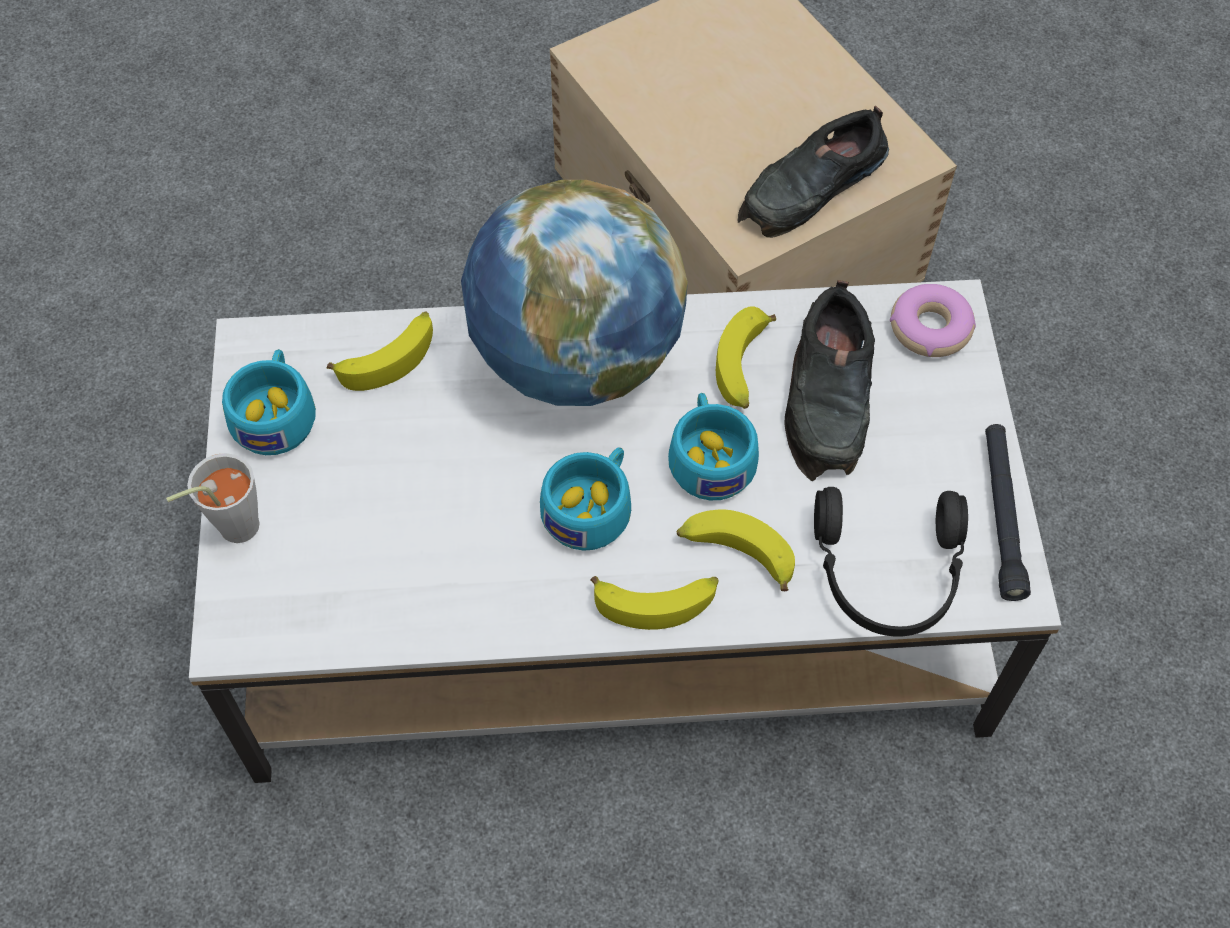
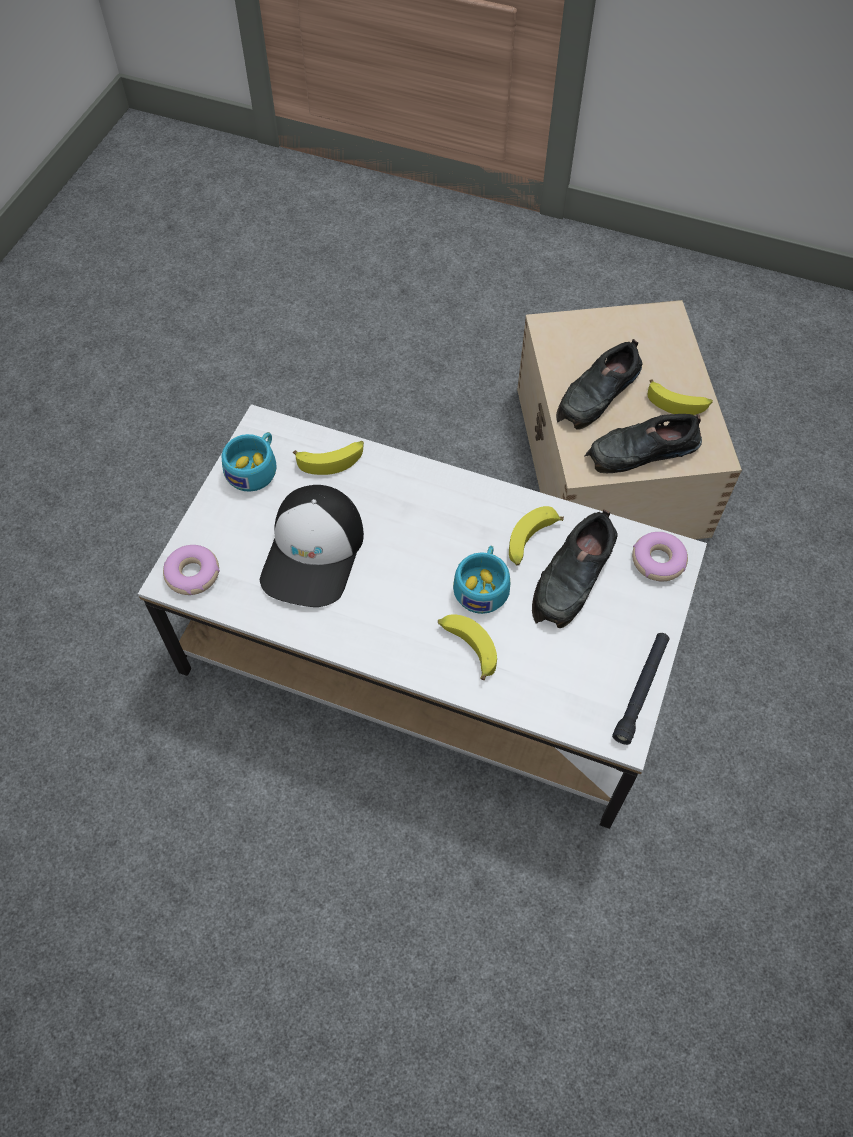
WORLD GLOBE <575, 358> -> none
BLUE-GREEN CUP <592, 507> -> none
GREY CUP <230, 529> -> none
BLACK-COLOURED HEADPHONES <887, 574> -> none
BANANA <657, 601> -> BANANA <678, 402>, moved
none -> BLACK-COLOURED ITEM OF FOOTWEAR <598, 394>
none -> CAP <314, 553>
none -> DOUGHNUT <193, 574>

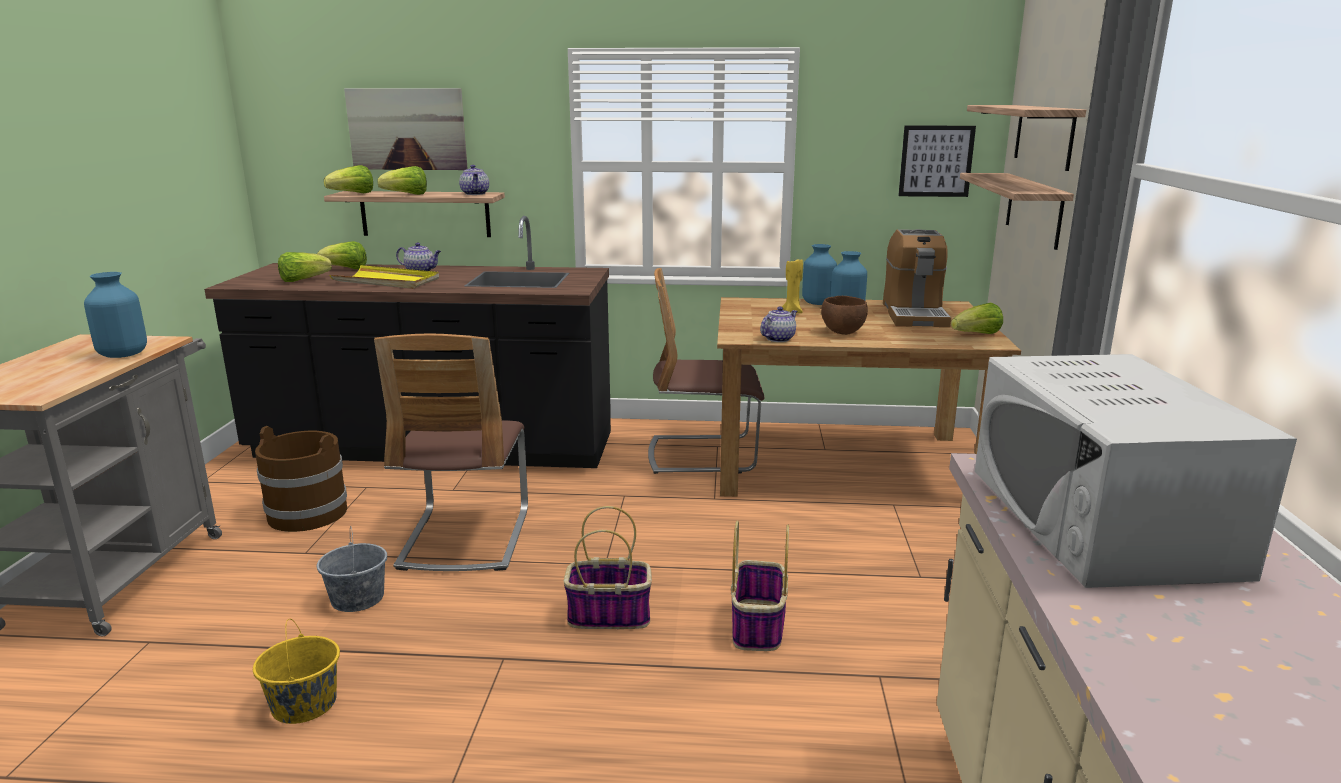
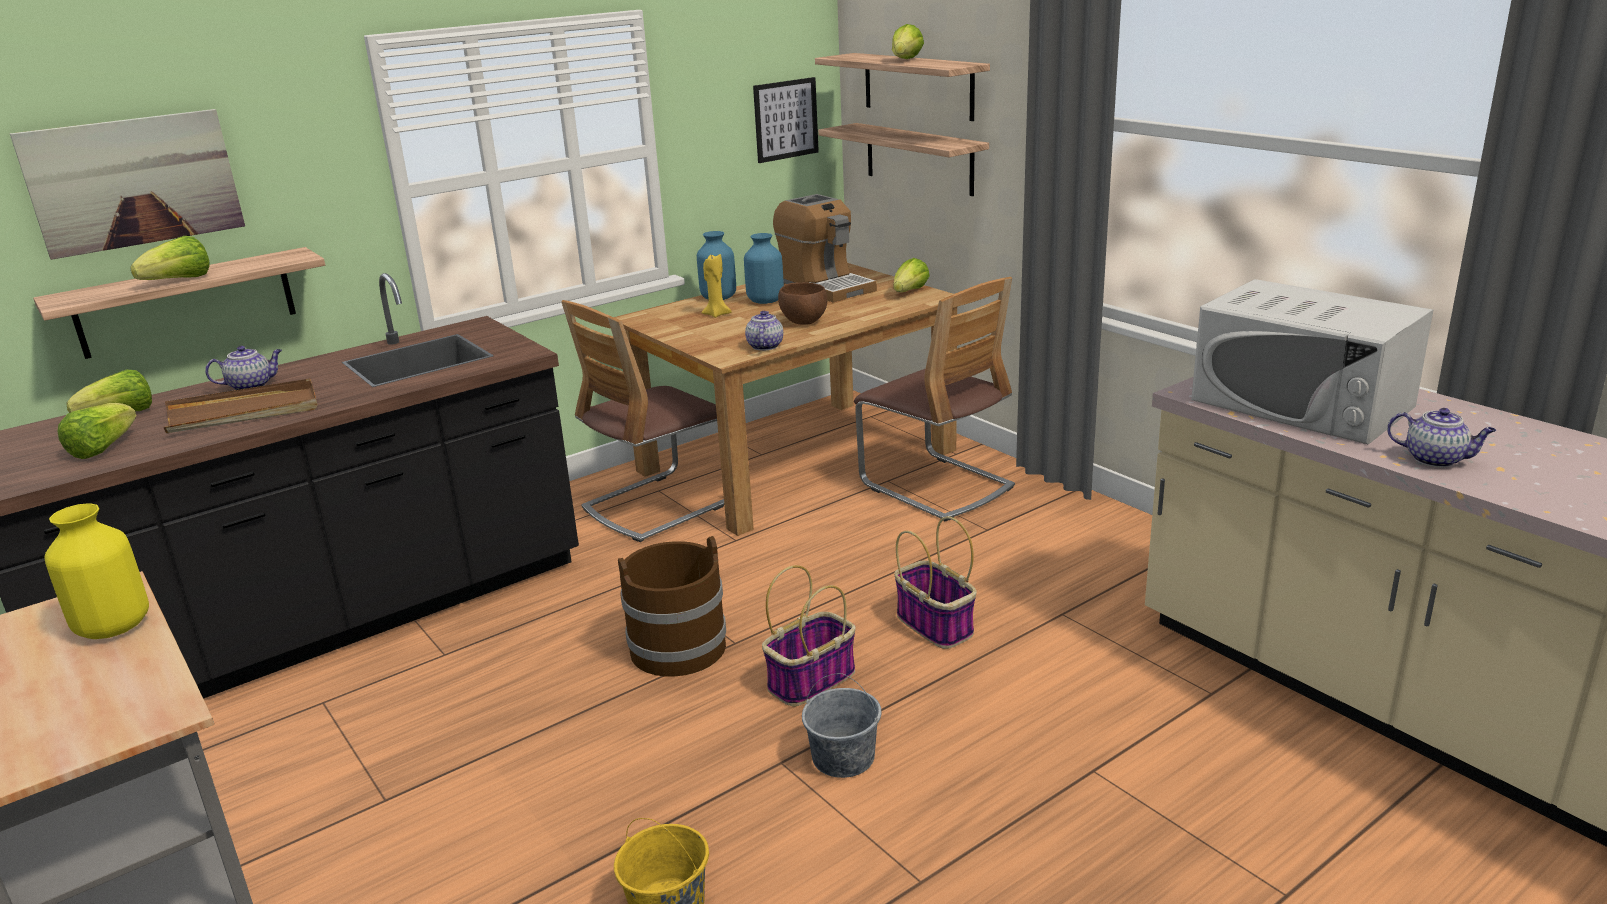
LETTUCE <353, 194> -> LETTUCE <905, 60>, moved
TEAPOT <475, 194> -> TEAPOT <1436, 459>, moved
YELLOW-COLOURED TRAY <387, 281> -> BROWN TRAY <243, 412>
BLUE-COLOURED VASE <122, 354> -> YELLOW-COLOURED VASE <114, 627>
UPRIGHT CHAIR <465, 538> -> UPRIGHT CHAIR <936, 486>, moved
BROWN WATER BUCKET <308, 513> -> BROWN WATER BUCKET <678, 647>, moved
GREY WATER BUCKET <357, 598> -> GREY WATER BUCKET <842, 757>, moved

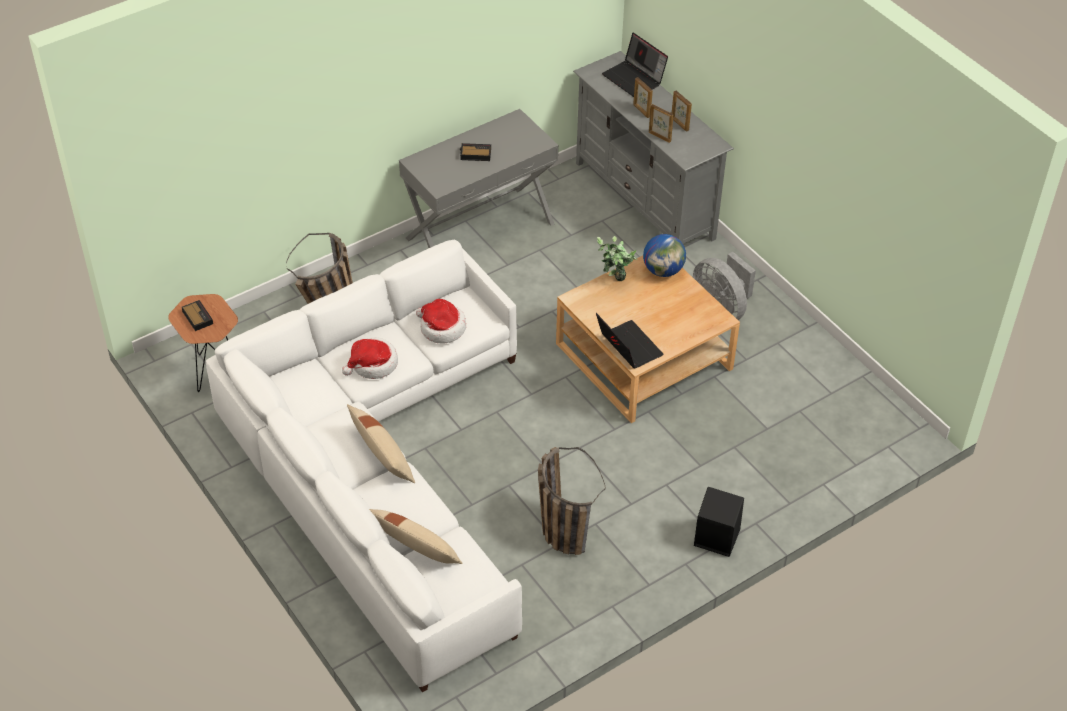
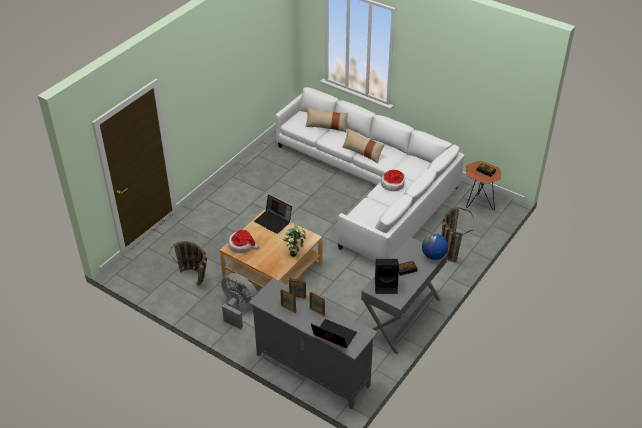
WORLD GLOBE <663, 270> -> WORLD GLOBE <433, 256>, moved
CLOTHING HAT <441, 328> -> CLOTHING HAT <242, 245>, moved
BASKET <559, 526> -> BASKET <196, 280>, moved
BLACK-COLOURED AUDIO SPEAKER <715, 537> -> BLACK-COLOURED AUDIO SPEAKER <386, 285>, moved

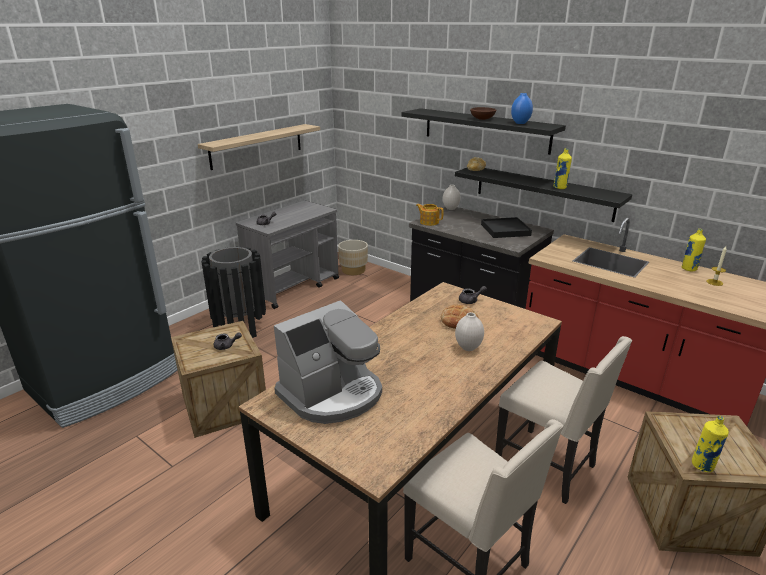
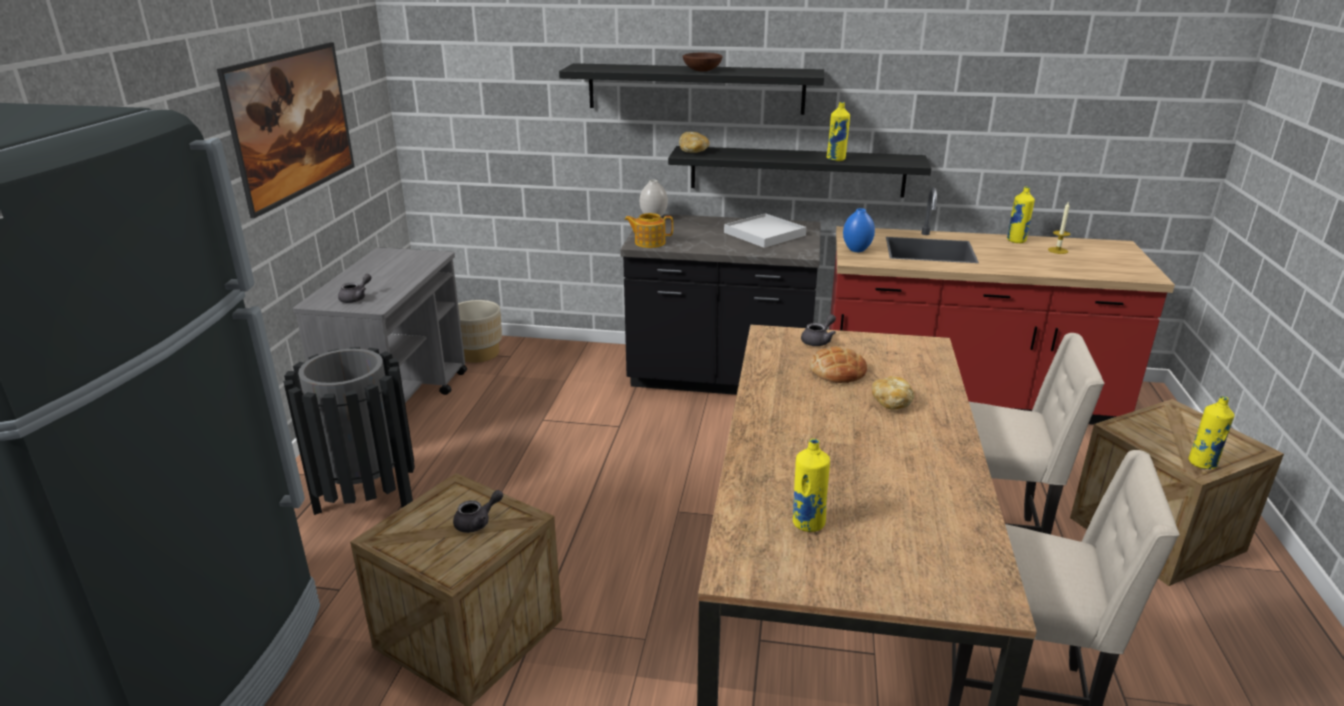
BLUE-COLOURED VASE <520, 123> -> BLUE-COLOURED VASE <856, 250>, moved
SHELF <257, 146> -> WALL ART <299, 157>
BLACK-COLOURED TRAY <505, 230> -> WHITE TRAY <764, 234>
COFFEE MAKER <332, 394> -> YELLOW-COLOURED BEVERAGE BOTTLE <808, 523>
WHITE VASE <468, 347> -> BREAD <891, 402>

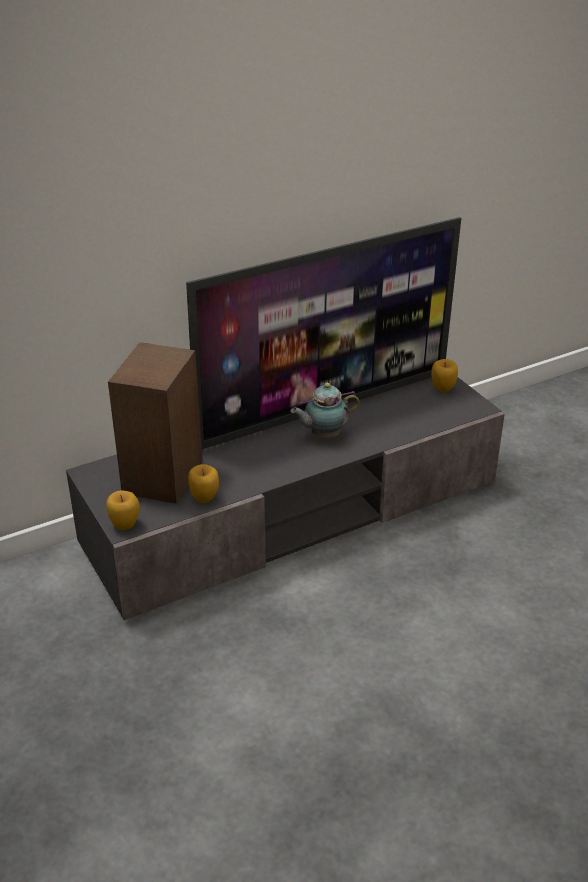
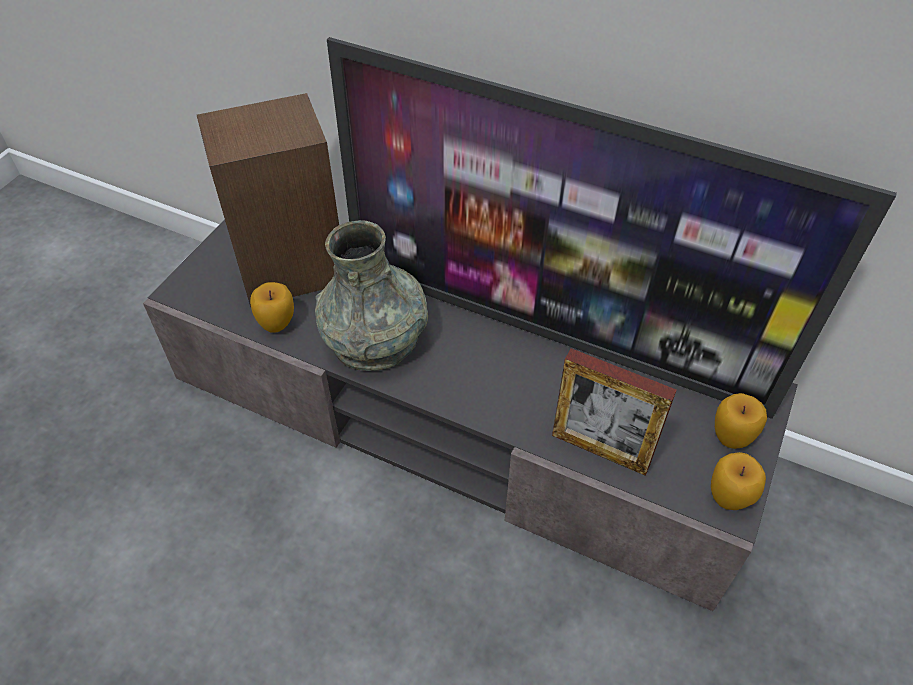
TEAPOT <323, 435> -> none
WHOLE APPLE <125, 524> -> WHOLE APPLE <728, 497>, moved
none -> GREY VASE <375, 338>
none -> STANDING FRAME <600, 450>

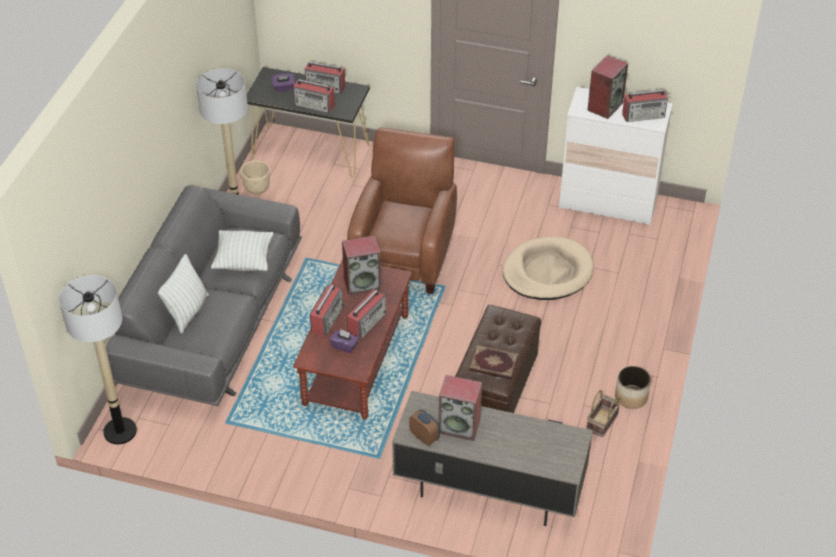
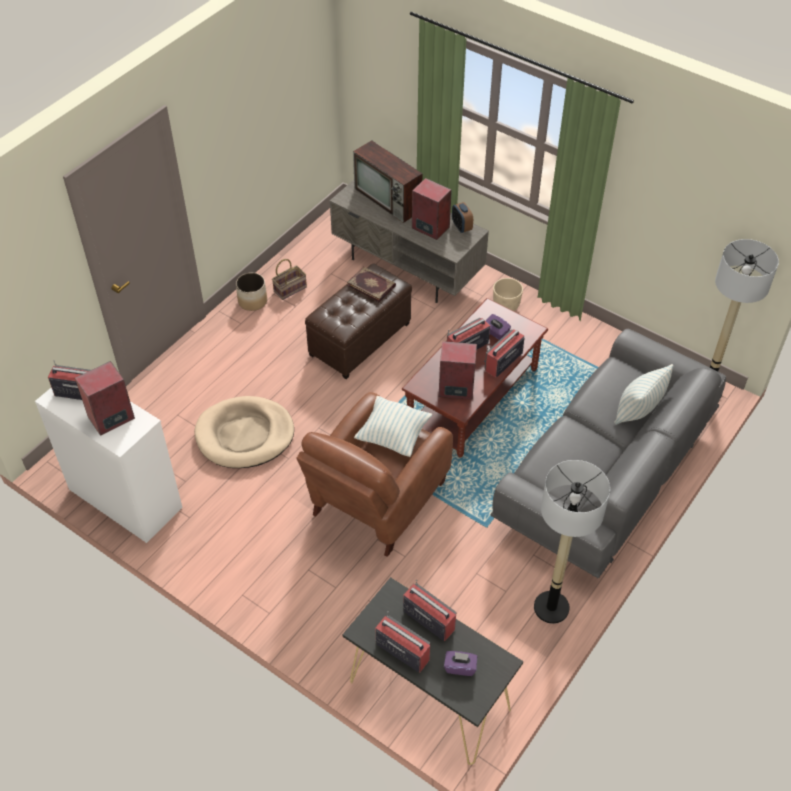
BEIGE-COLOURED PLANTER <257, 189> -> BEIGE-COLOURED PLANTER <506, 306>, moved
CUSHION <244, 261> -> CUSHION <393, 436>, moved
none -> TELEVISION <389, 200>

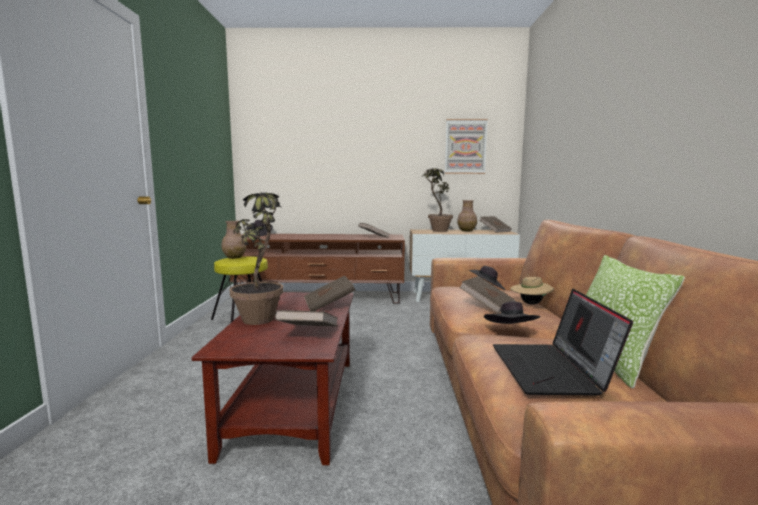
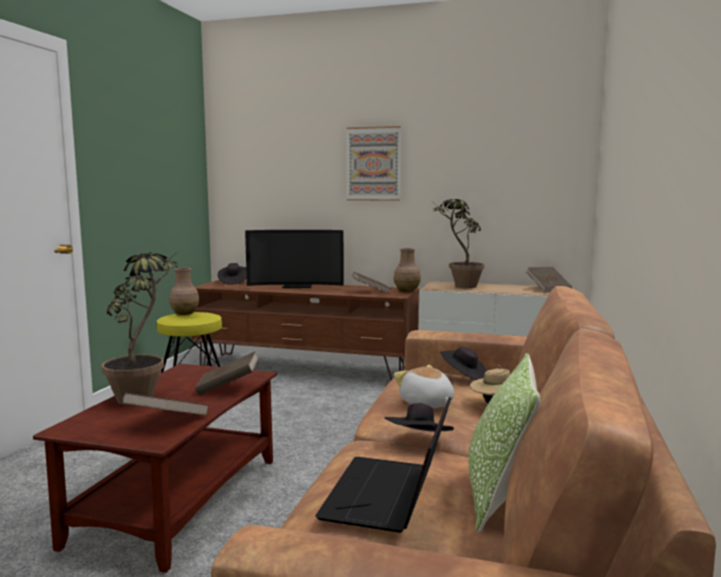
WALL ART <465, 146> -> WALL ART <373, 164>, moved
BROWN VASE <466, 230> -> BROWN VASE <406, 291>, moved
BROWN BOOK <487, 305> -> SOFT TOY <426, 404>
none -> TELEVISION <296, 286>

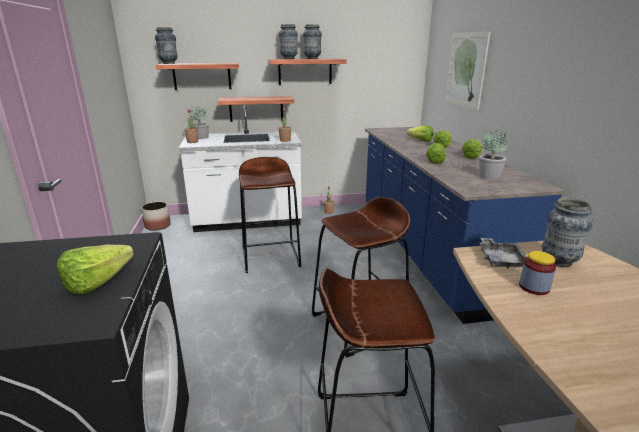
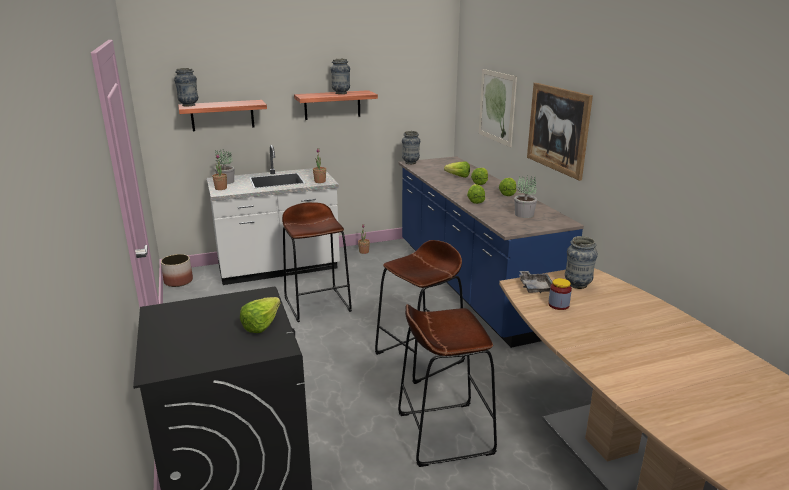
VASE <288, 59> -> VASE <410, 163>, moved
SHELF <256, 109> -> none
none -> WALL ART <558, 129>

